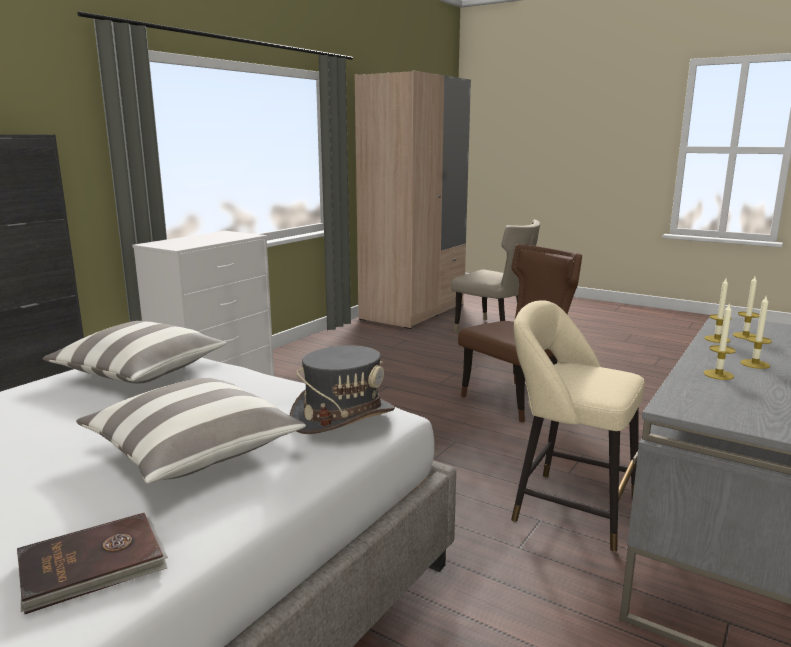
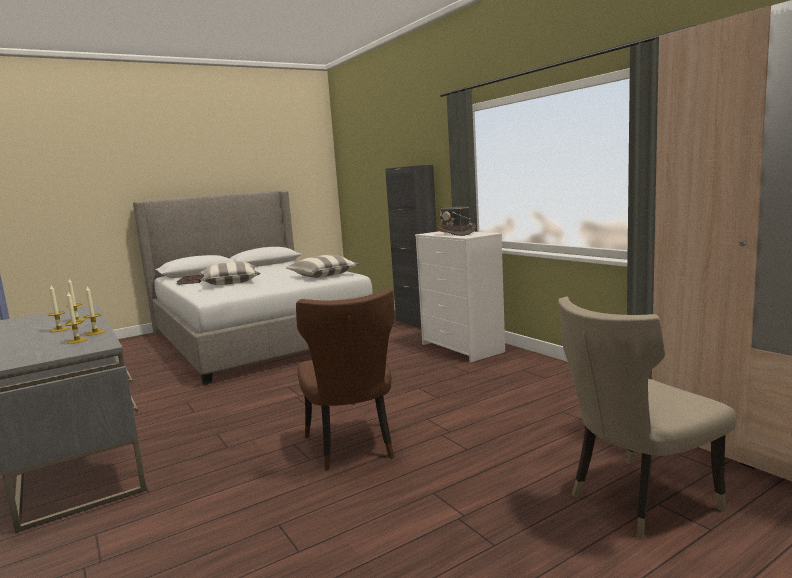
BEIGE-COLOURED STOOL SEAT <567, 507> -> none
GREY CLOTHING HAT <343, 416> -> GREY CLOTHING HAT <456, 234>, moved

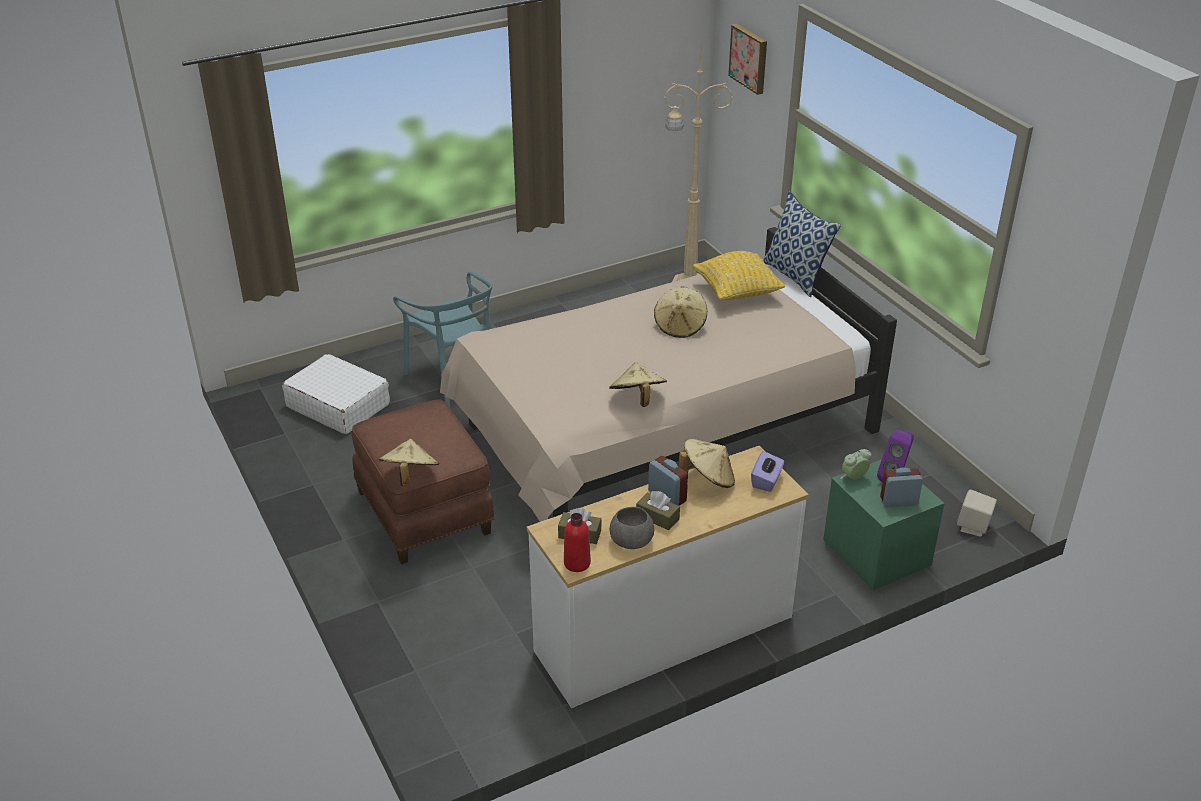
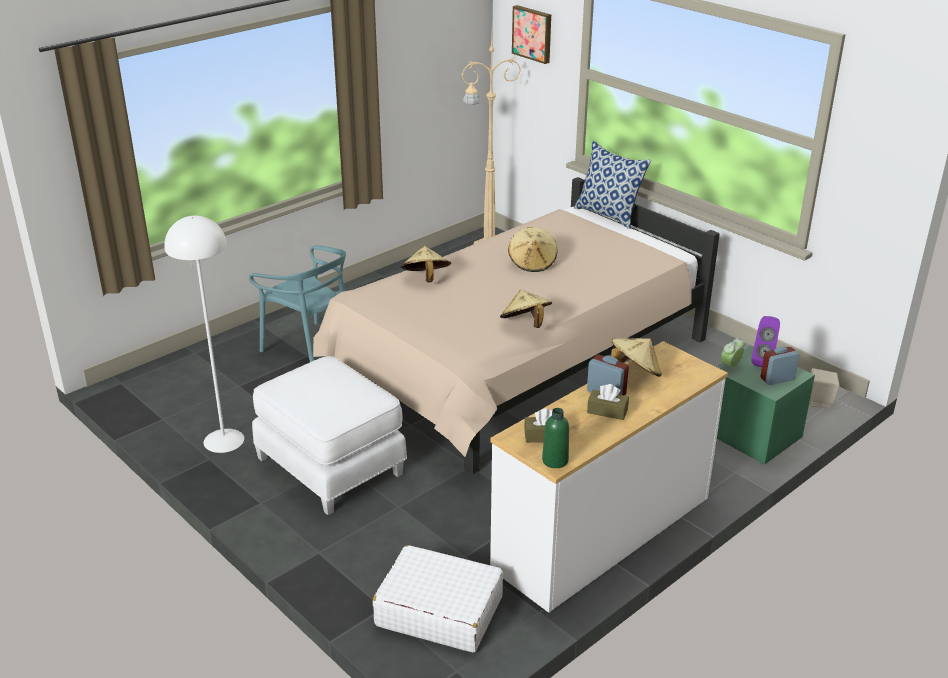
YELLOW-COLOURED CUSHION <737, 293> -> none
WHITE SUITCASE <338, 405> -> WHITE SUITCASE <439, 611>, moved
BROWN POUFFE <426, 511> -> WHITE POUFFE <332, 465>
BEIGE-COLOURED CLOTHING HAT <410, 476> -> BEIGE-COLOURED CLOTHING HAT <425, 279>, moved
PURPLISH TISSUE HOLDER <766, 481> -> none
GREY BOWL <630, 540> -> none
RED BEVERAGE BOTTLE <577, 563> -> GREEN-COLOURED BEVERAGE BOTTLE <555, 460>
none -> WHITE STANDARD LAMP <223, 440>

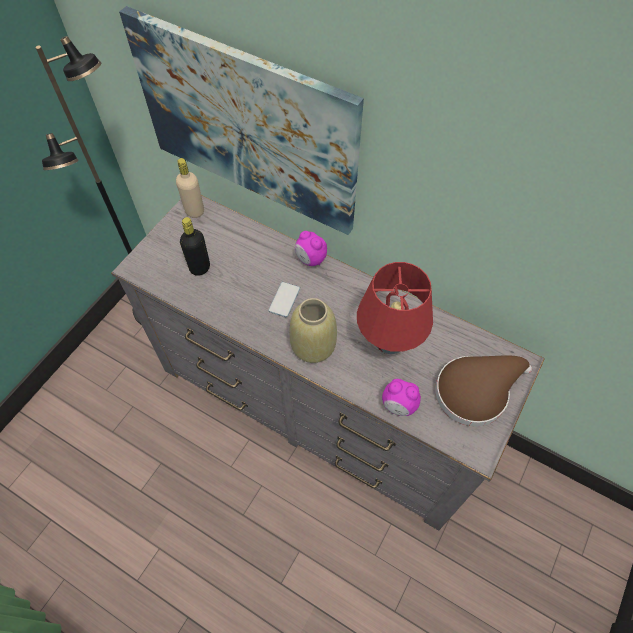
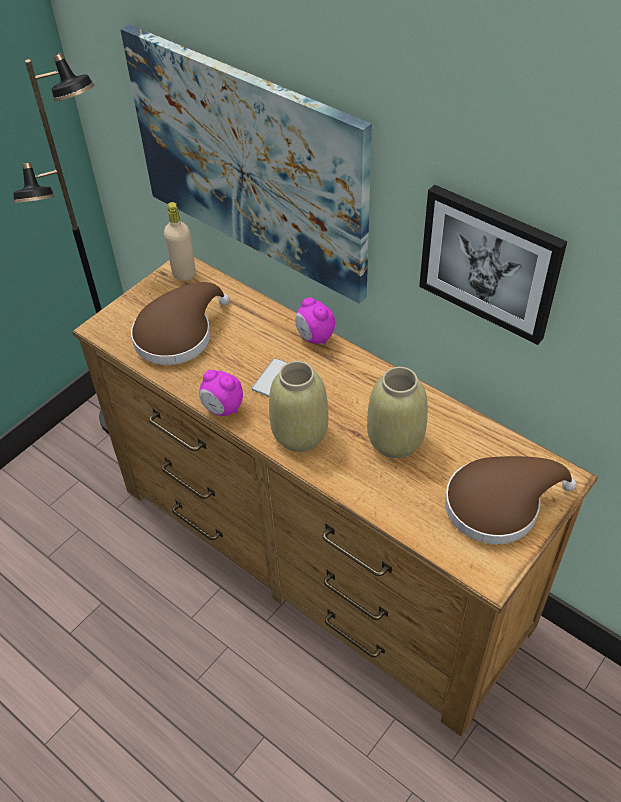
GREY DRAWER CHEST <318, 404> -> BROWN DRAWER CHEST <319, 554>
BLACK-COLOURED BEVERAGE BOTTLE <200, 267> -> BROWN CLOTHING HAT <178, 335>
RED TABLETOP LAMP <387, 344> -> BEIGE-COLOURED VASE <394, 440>
ALARM CLOCK <398, 406> -> ALARM CLOCK <222, 408>, moved
none -> WALL ART <490, 262>

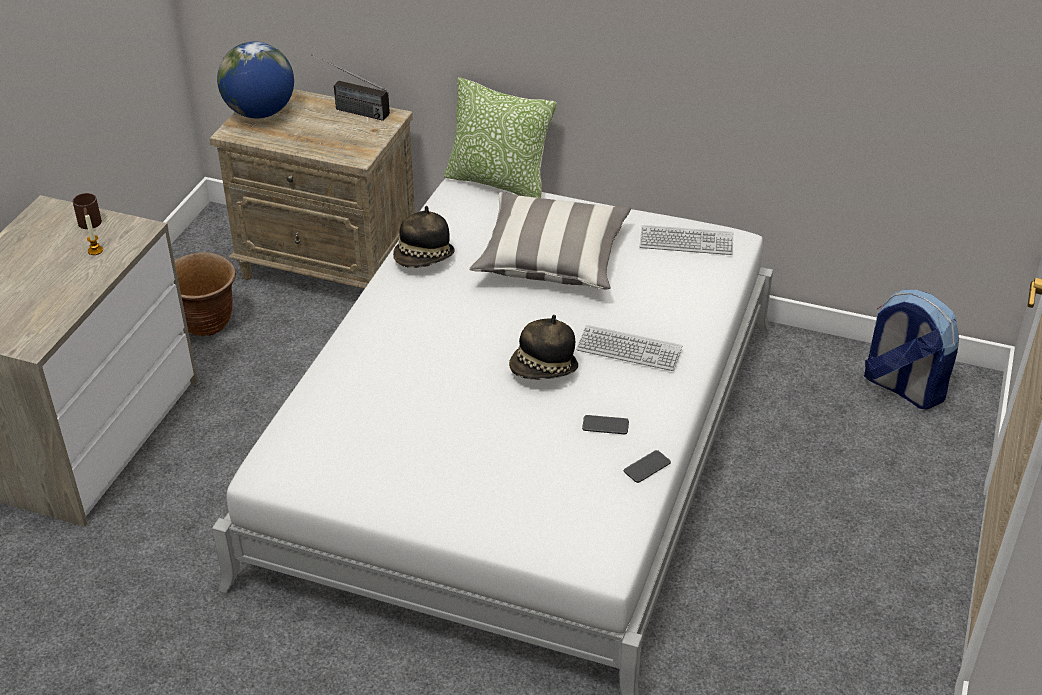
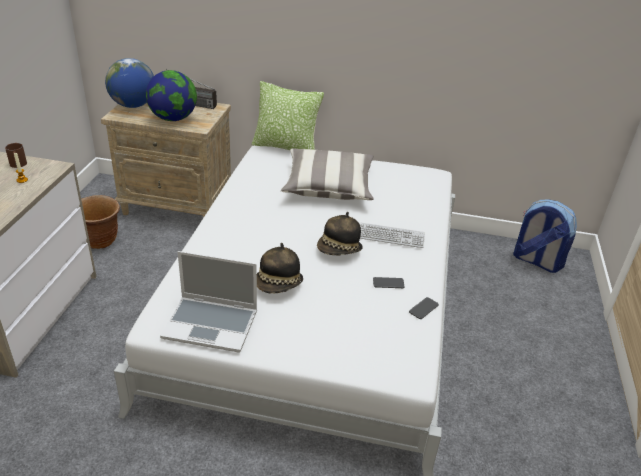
CLOTHING HAT <424, 259> -> CLOTHING HAT <279, 285>, moved
PC KEYBOARD <686, 242> -> none
none -> WORLD GLOBE <173, 119>
none -> LAPTOP <212, 324>

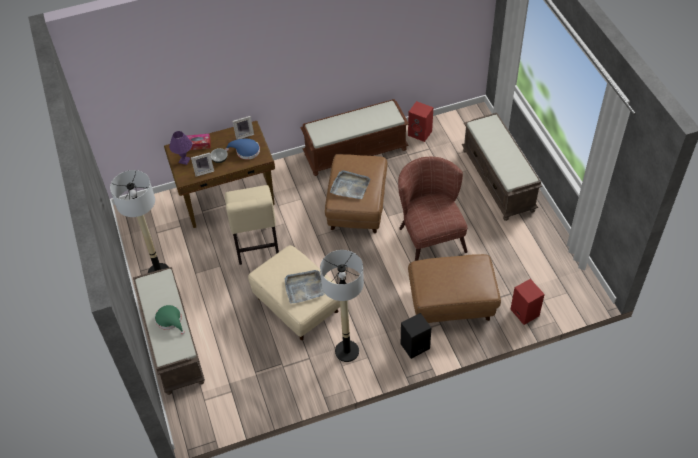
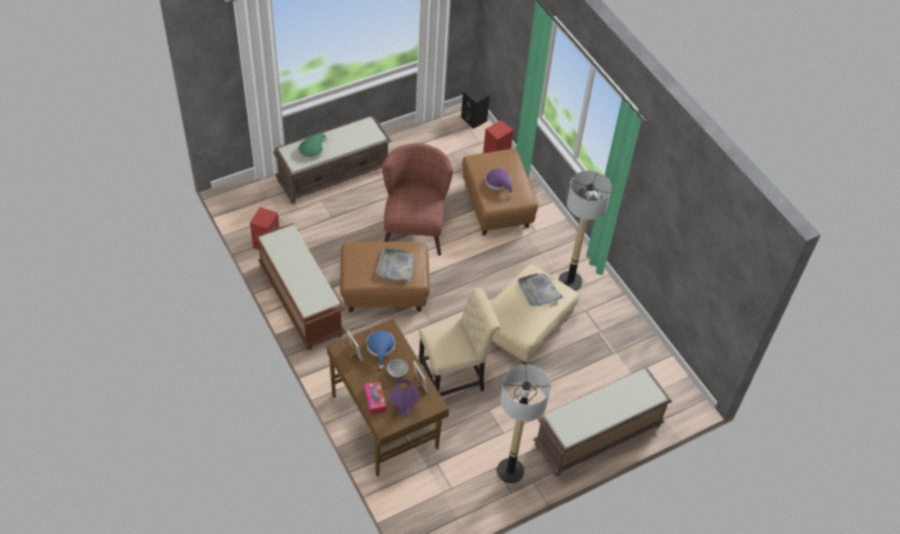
BROWN ARMCHAIR <430, 234> -> BROWN ARMCHAIR <414, 226>, 120 degrees clockwise
GREEN-COLOURED CLOTHING HAT <170, 320> -> GREEN-COLOURED CLOTHING HAT <312, 150>, moved
BLACK-COLOURED AUDIO SPEAKER <414, 347> -> BLACK-COLOURED AUDIO SPEAKER <474, 119>, moved
none -> PURPLISH CLOTHING HAT <499, 183>

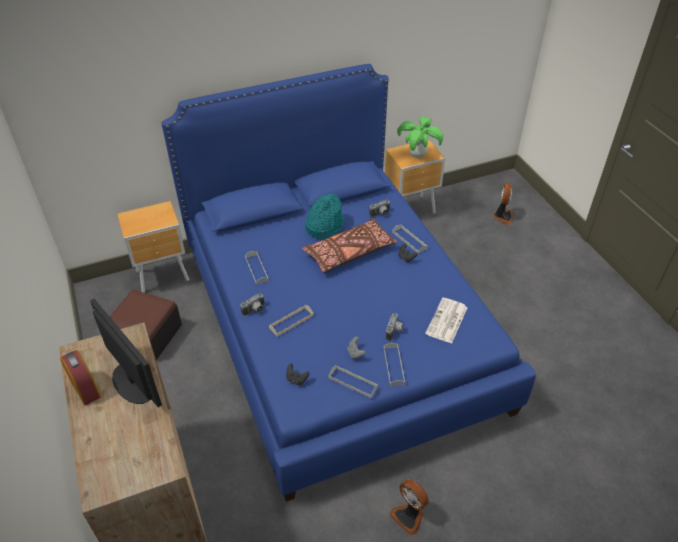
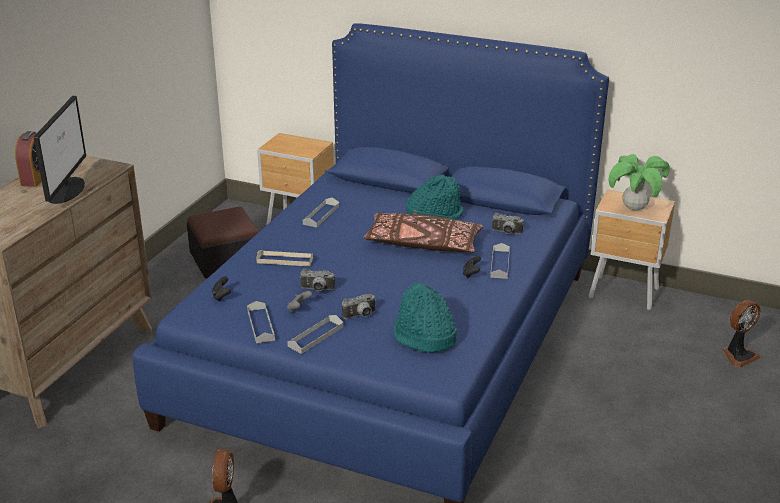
STILL CAMERA <255, 311> -> STILL CAMERA <317, 290>, moved
PRINTED PAPER <446, 321> -> BLUE-GREEN CLOTHING HAT <423, 337>

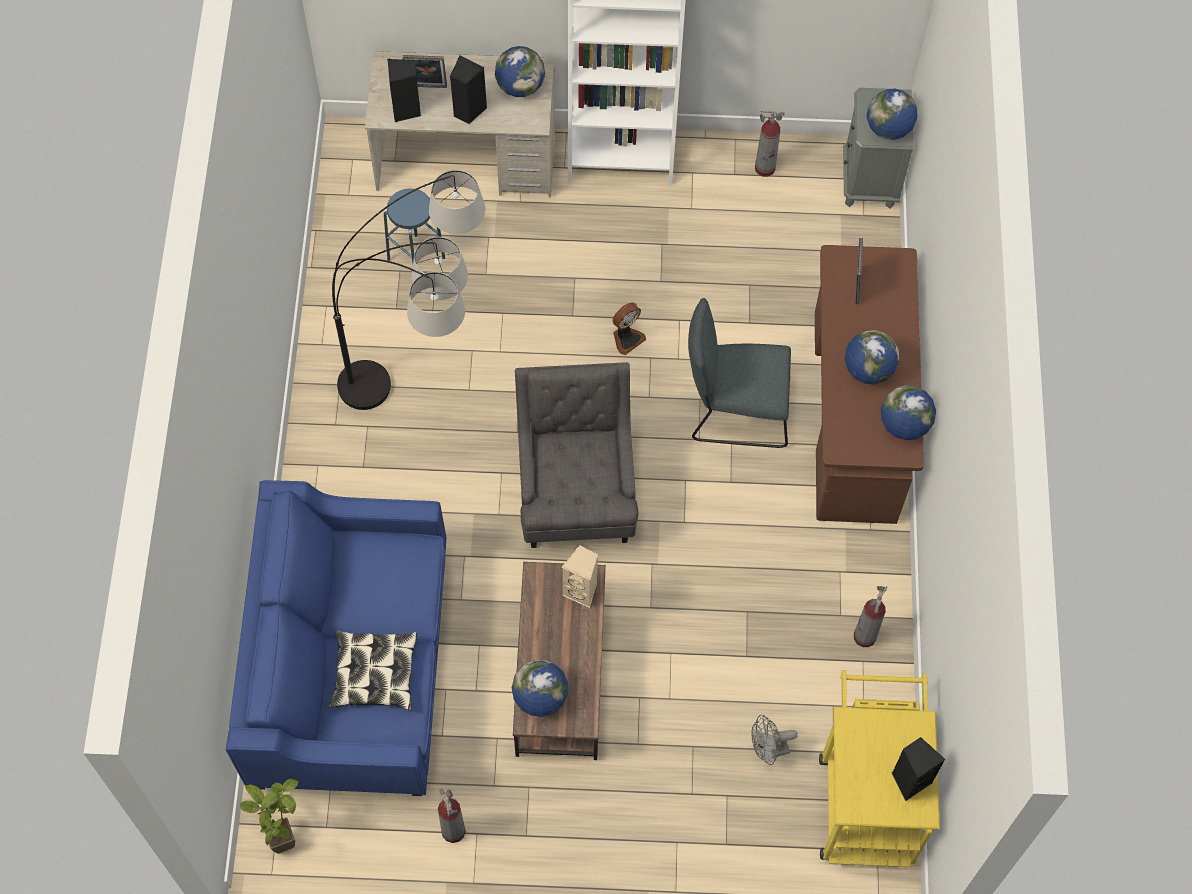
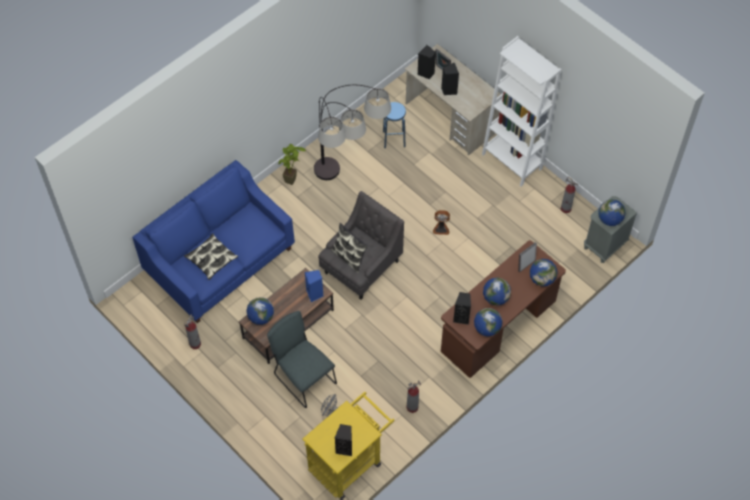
WORLD GLOBE <520, 87> -> WORLD GLOBE <541, 279>, moved
GREY UPRIGHT CHAIR <734, 411> -> GREY UPRIGHT CHAIR <303, 377>, moved
BEIGE-COLOURED AUDIO SPEAKER <582, 590> -> BLUE-COLOURED AUDIO SPEAKER <315, 294>
POTTED PLANT <283, 833> -> POTTED PLANT <293, 178>, moved
none -> CUSHION <349, 257>
none -> BLACK-COLOURED AUDIO SPEAKER <461, 317>

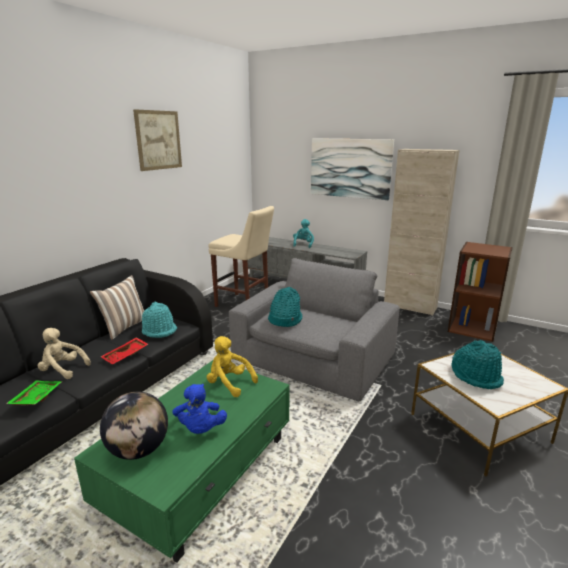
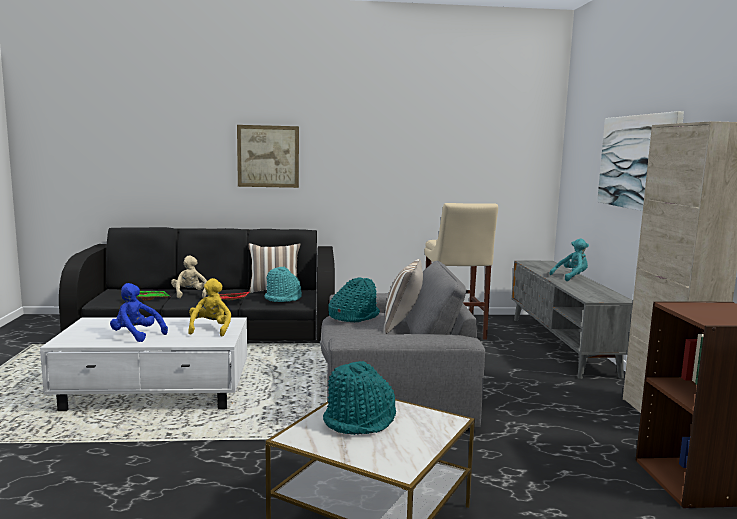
WALL ART <158, 140> -> WALL ART <268, 156>, moved
GREEN-COLOURED LOW TABLE <201, 470> -> WHITE LOW TABLE <157, 392>
BLUE-COLOURED SOFT TOY <200, 429> -> BLUE-COLOURED SOFT TOY <136, 335>, 75 degrees clockwise
WORLD GLOBE <138, 450> -> none
none -> CUSHION <403, 325>

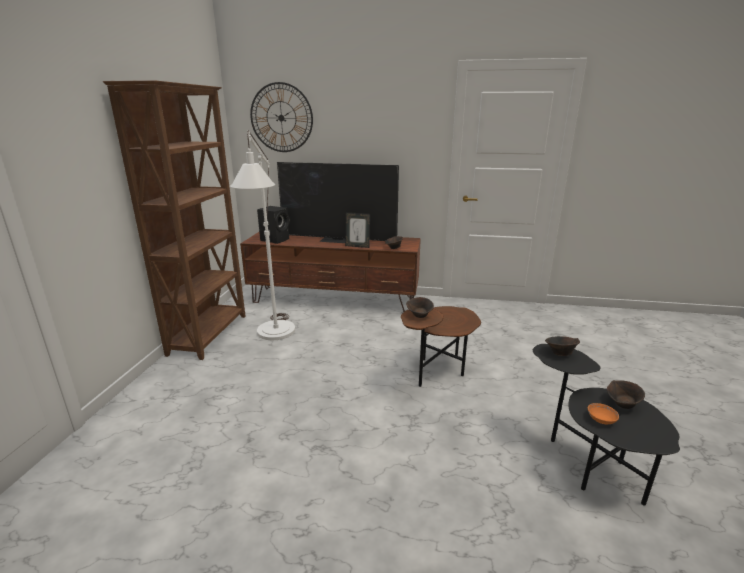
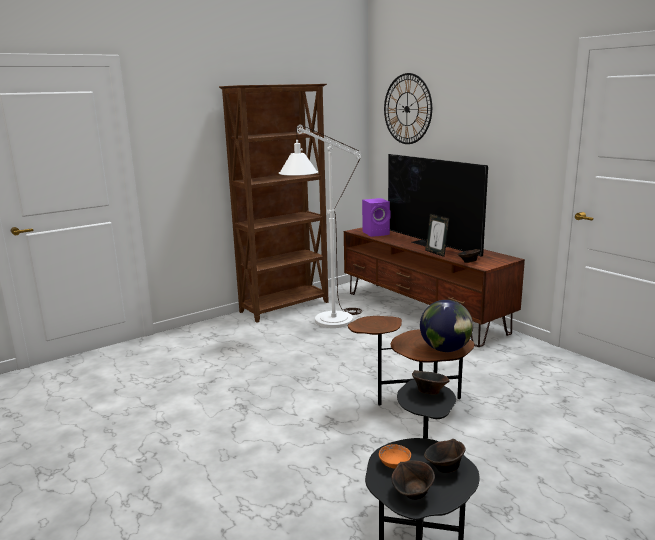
BLACK-COLOURED AUDIO SPEAKER <276, 239> -> PURPLISH AUDIO SPEAKER <377, 233>
BROWN BOWL <420, 316> -> BROWN BOWL <413, 494>, moved
none -> WORLD GLOBE <445, 349>

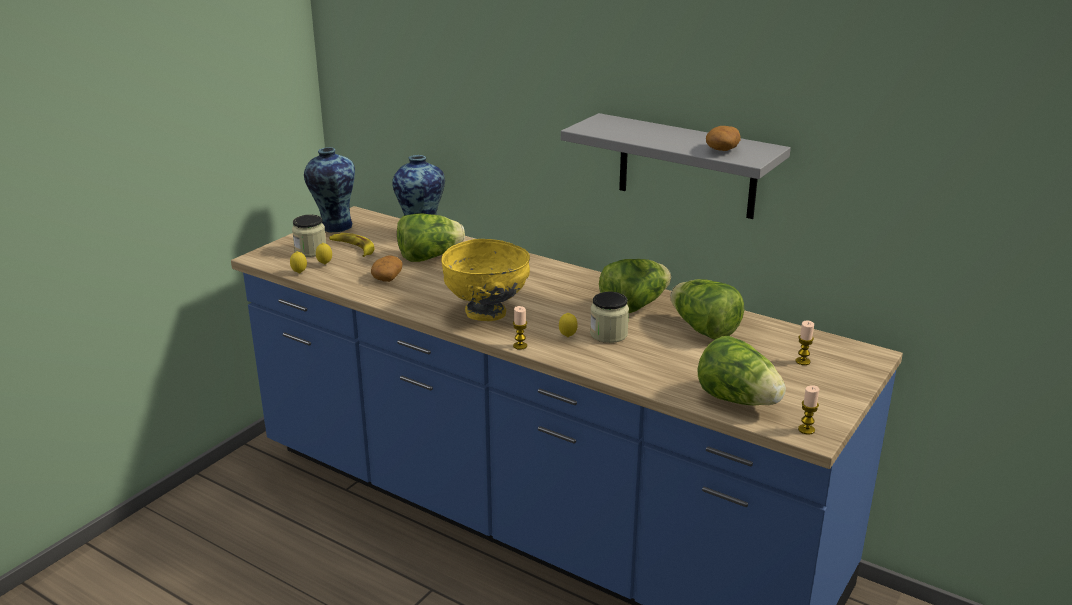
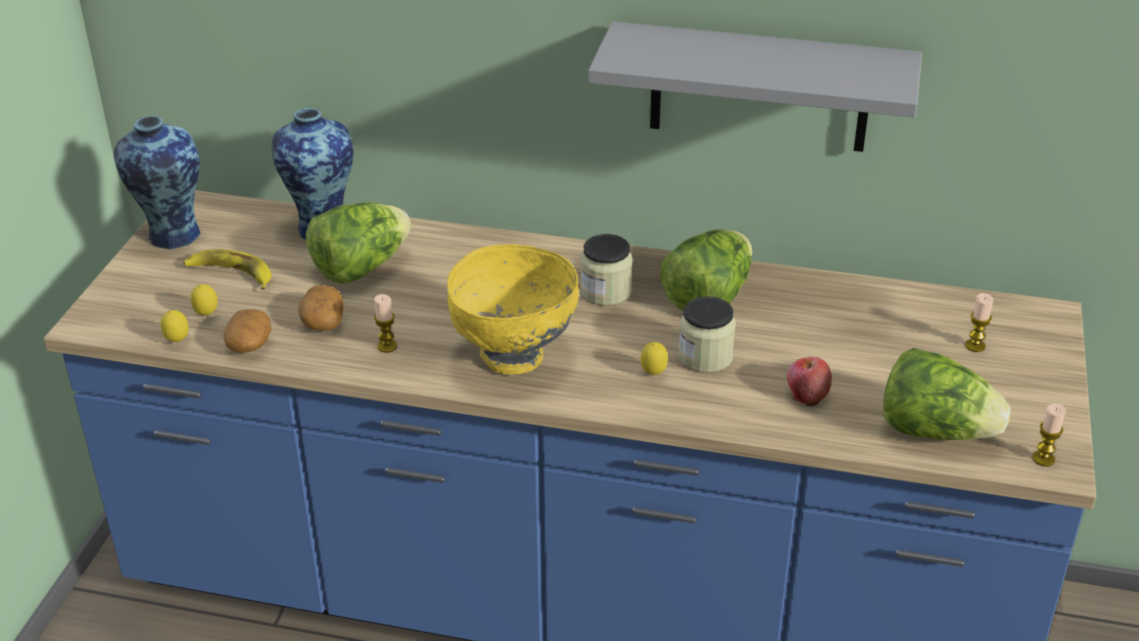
SPUD <722, 150> -> SPUD <249, 345>, moved
JAR <310, 251> -> JAR <606, 291>, moved
LETTUCE <703, 330> -> none
WAX LIGHT <520, 346> -> WAX LIGHT <387, 346>, moved
none -> WHOLE APPLE <807, 394>

